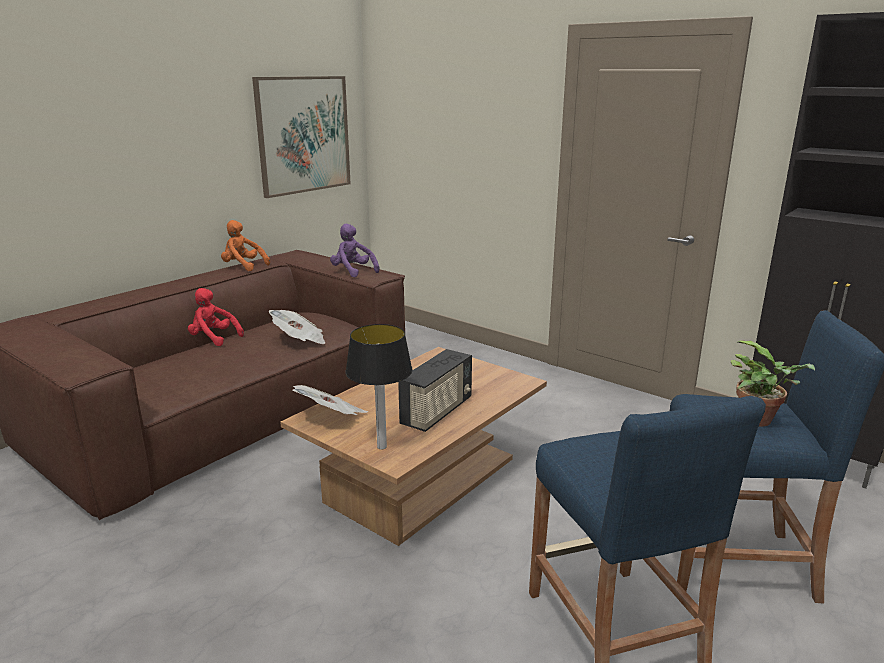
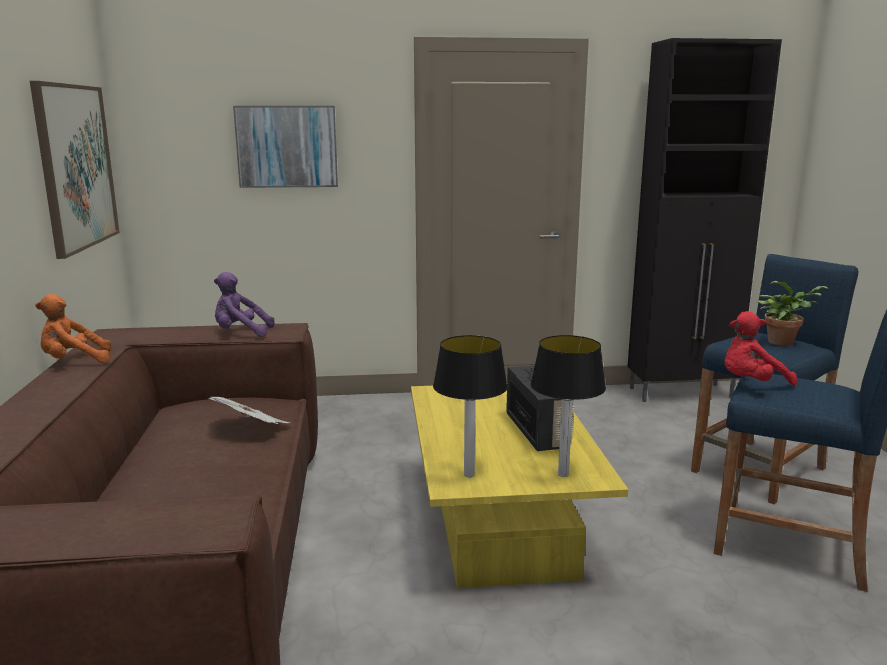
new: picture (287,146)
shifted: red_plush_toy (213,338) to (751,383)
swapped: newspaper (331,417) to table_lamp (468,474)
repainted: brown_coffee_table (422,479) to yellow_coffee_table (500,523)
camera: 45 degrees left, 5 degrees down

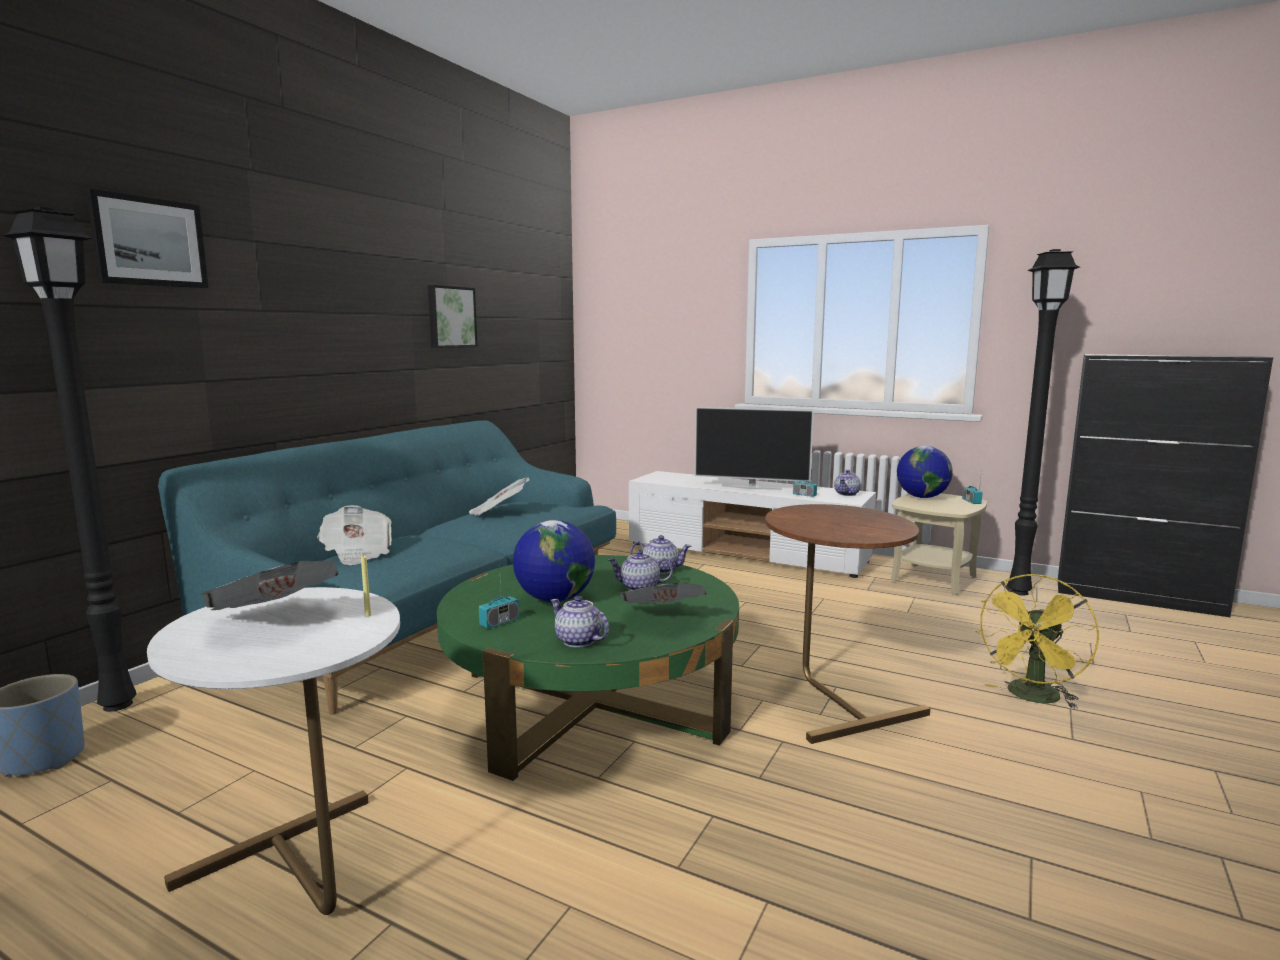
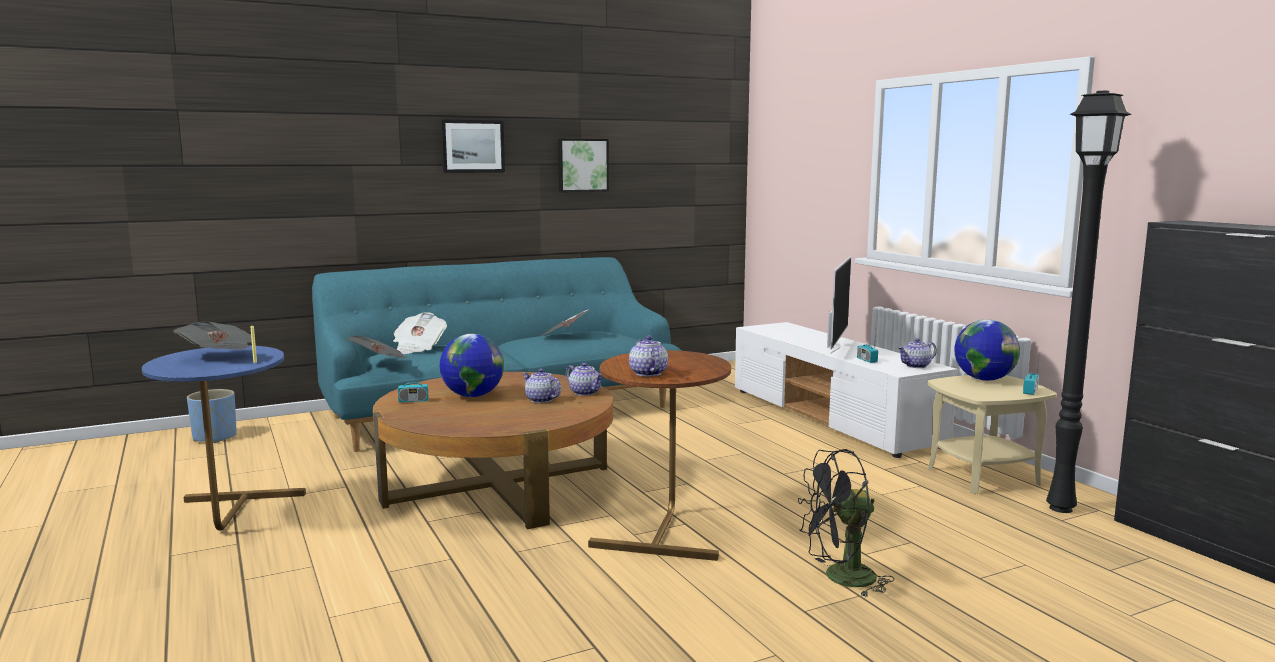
gone: black_floor_lamp (119,704)
shifted: picture (149,242) to (472,146); teapot (578,641) to (647,373); newspaper (662,618) to (381,363)
repainted: white_side_table (304,884) to blue_side_table (230,517); green_coffee_table (591,702) to brown_coffee_table (498,484); yellow_fan (1032,698) to black_fan (840,579)
rotated: television (751,487) = (833,347) 120 degrees counterclockwise
camera: 35 degrees right, 0 degrees up

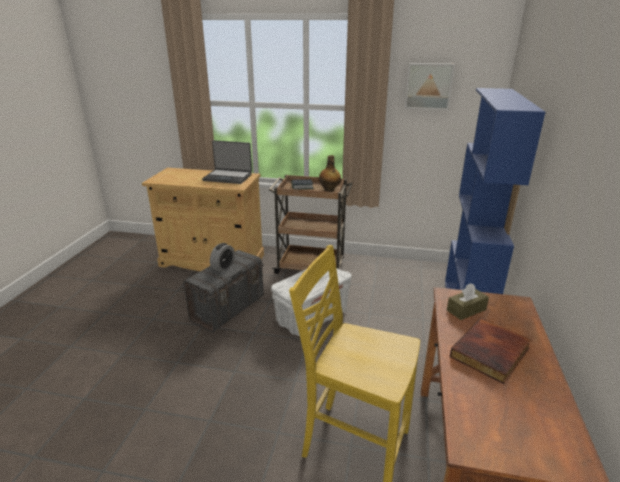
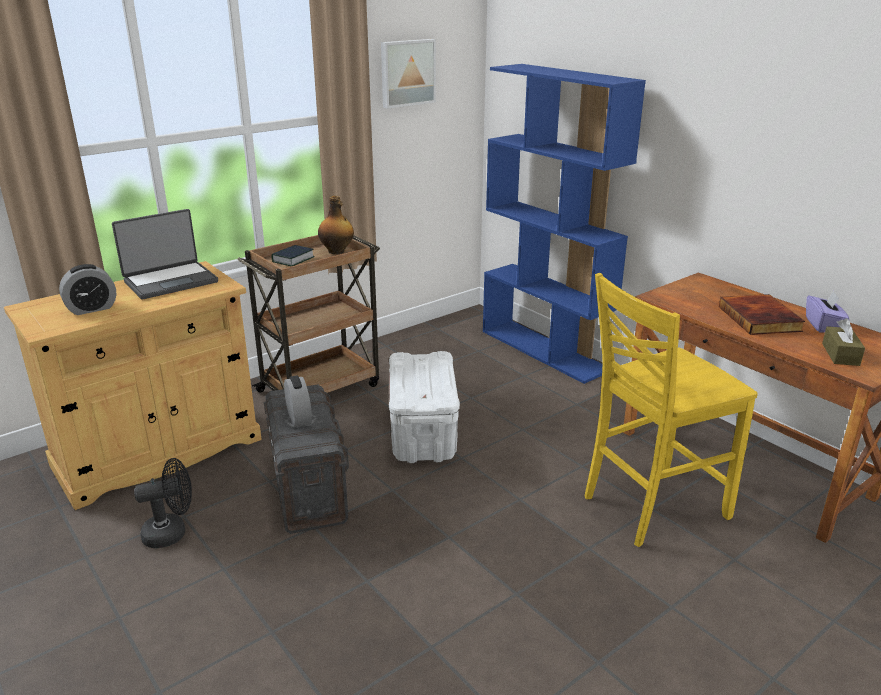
new: alarm_clock (92,309); black_fan (172,532); purple_tissue_box (823,325)
shifted: brown_tissue_box (466,310) to (840,354)
camera: 50 degrees left, 0 degrees up

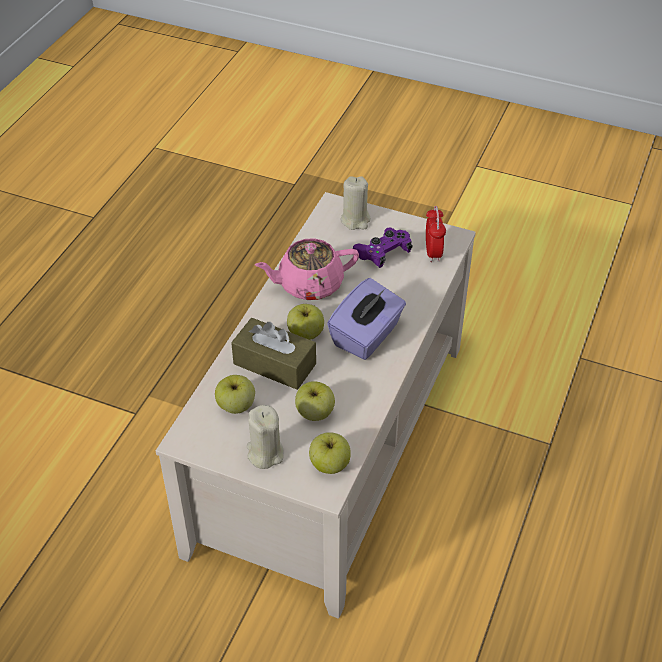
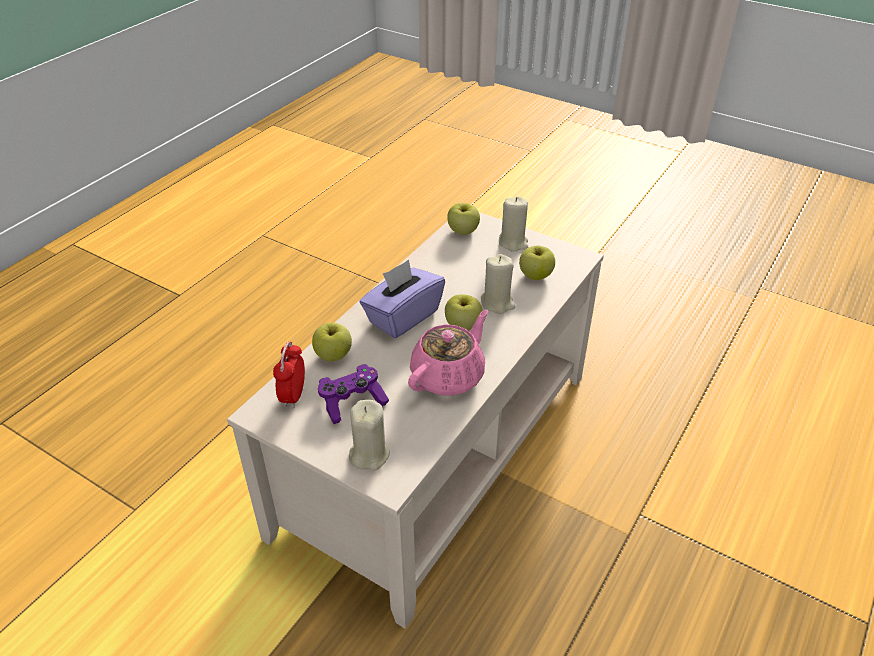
shifted: apple (314,413) to (333,355)
swapped: brown_tissue_box (274,364) to beige_candle (497,303)
rotated: pink_teapot (309,284) = (449,375) 45 degrees counterclockwise
camera: 170 degrees left, 5 degrees down

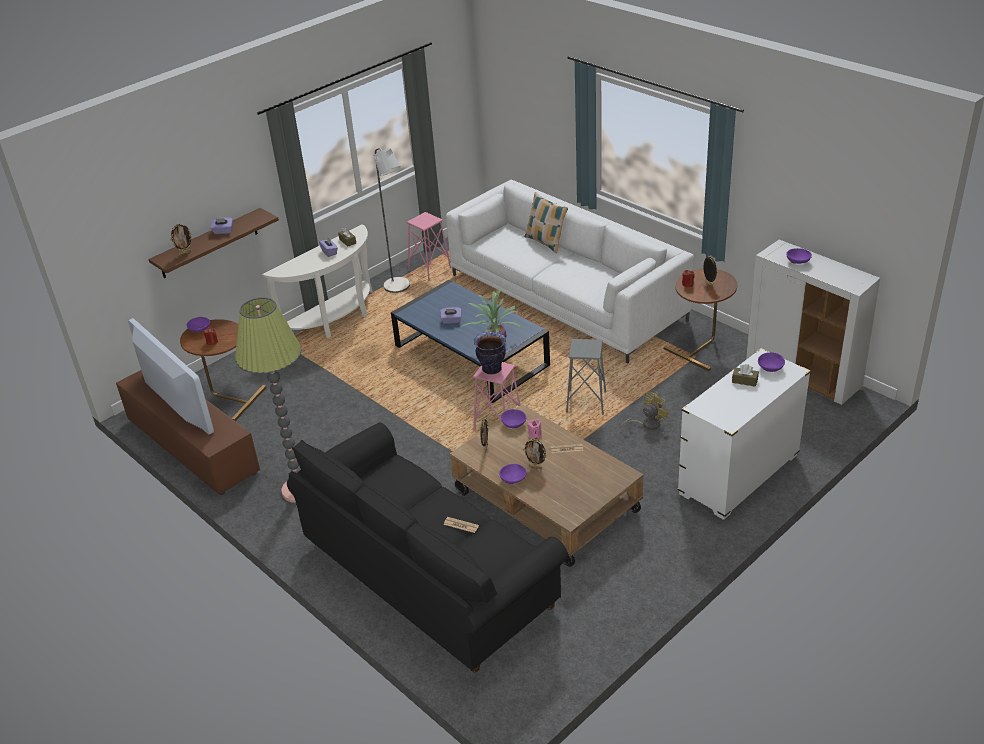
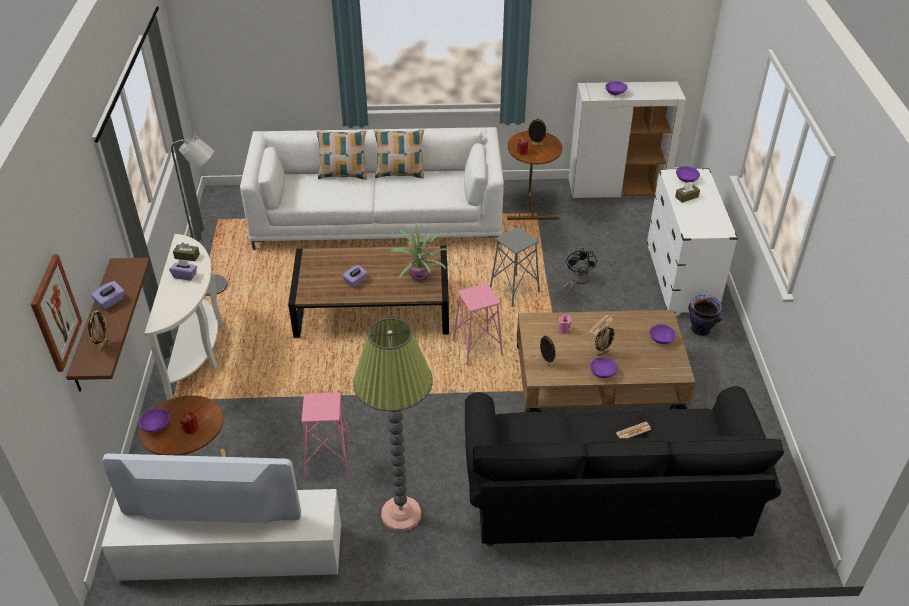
new: picture (55,313); pillow (400,173)
shifted: pink_stool (429,269) to (328,458); vase (492,369) to (700,330); purple_bowl (513,424) to (660,339)
repainted: brown_tv_stand (191,445) to white_tv_stand (230,554); blue_coffee_table (472,355) to brown_coffee_table (373,307); yellow_fan (647,424) to black_fan (577,281)
camera: 50 degrees left, 5 degrees up

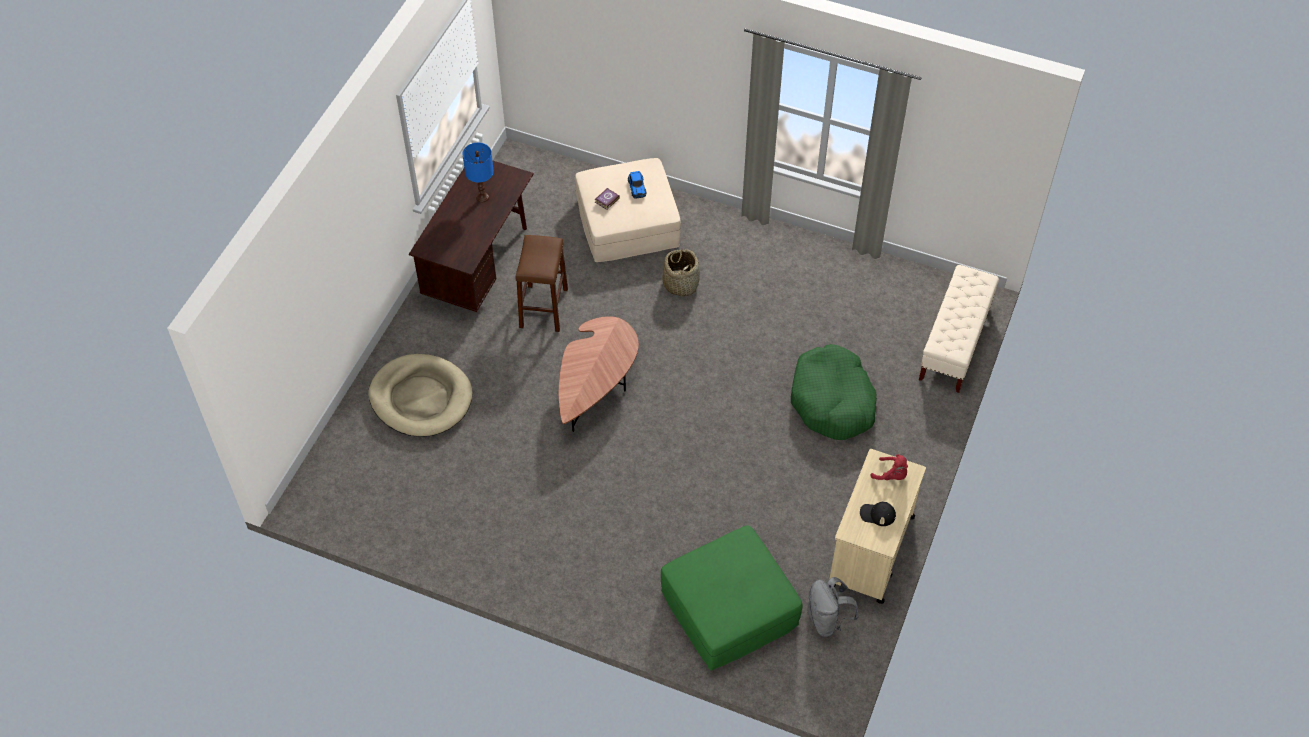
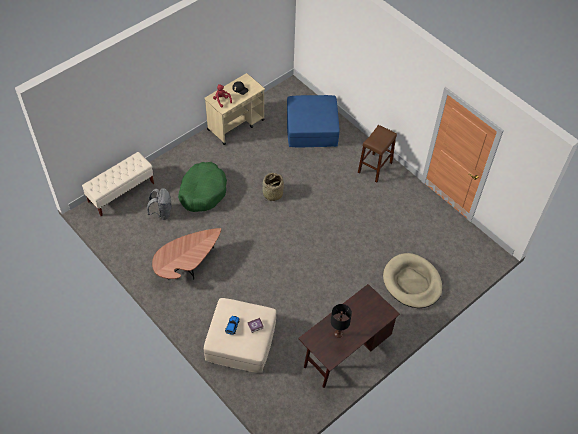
shifted: brown_stool (543,308) to (375,167); brown_coffee_table (596,387) to (186,265); basket (681,284) to (272,194); grey_backpack (827,620) to (162,213)
repainted: blue_table_lamp (482,197) to black_table_lamp (338,333); green_ottoman (729,609) to blue_ottoman (312,128)
camera: 155 degrees left, 0 degrees up

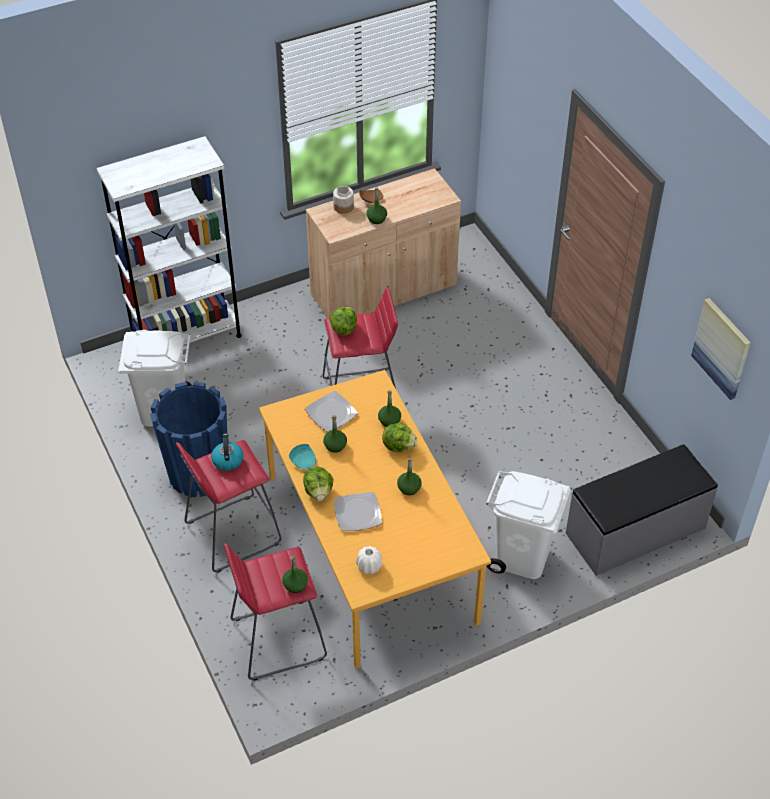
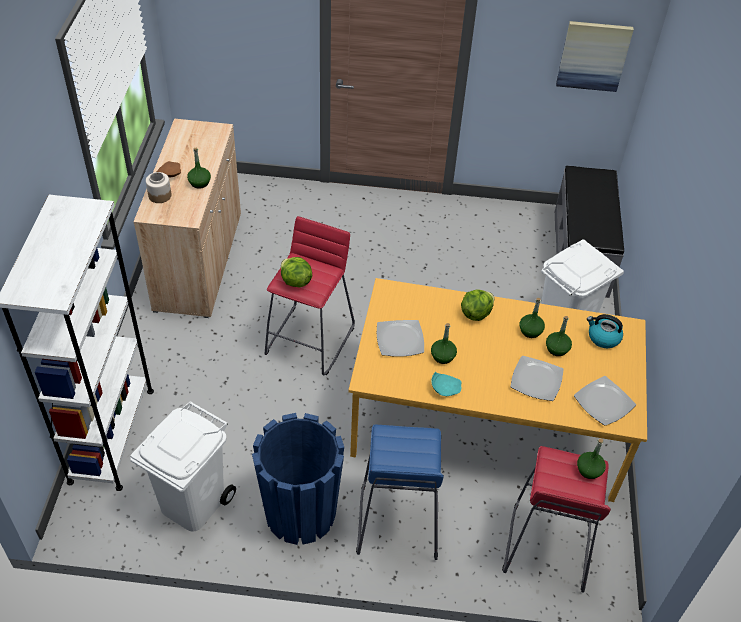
gone: lettuce (318,491)
shifted: kettle (227,460) to (603,337); green_bottle (389,421) to (557,349)
swapped: white_vase (369,566) to plate (604,402)
repainted: red_stool (232,533) to blue_stool (397,521)
camera: 60 degrees left, 0 degrees up

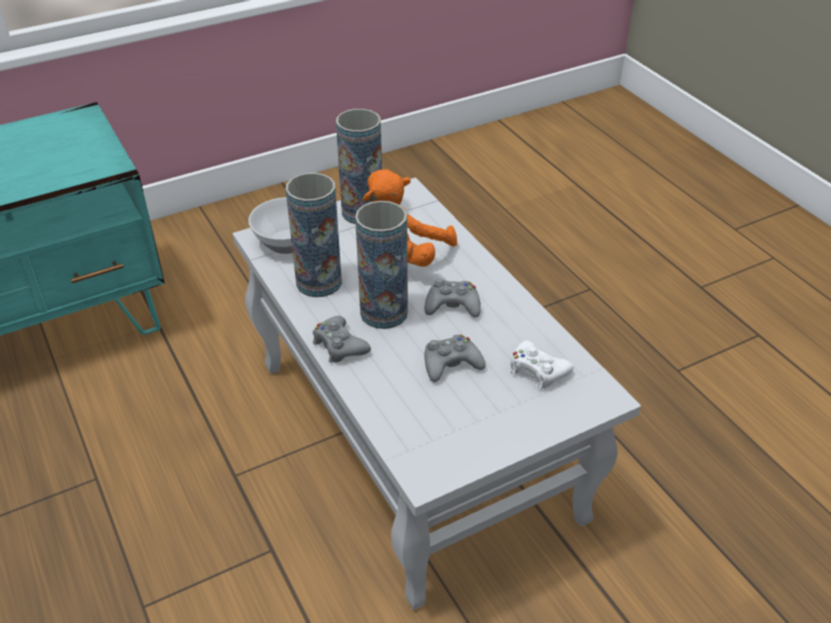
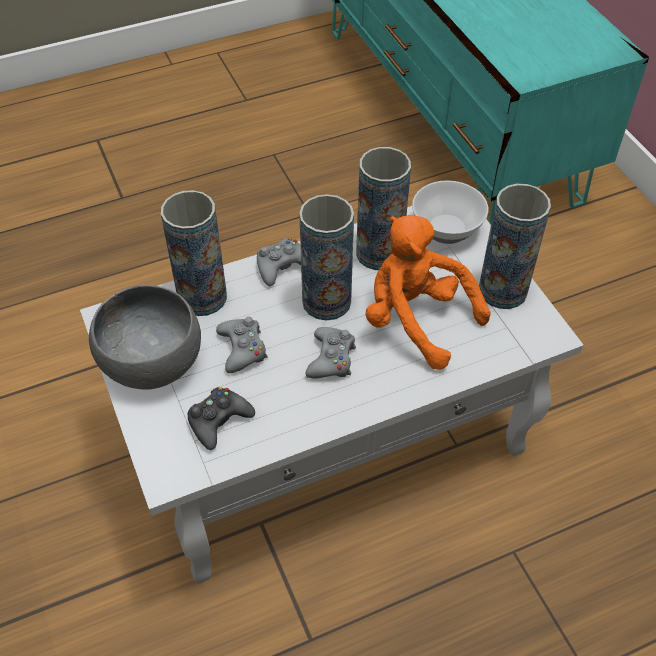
new: grey_bowl (152,361); vase (202,297)
repainted: white_game_controller (537,370) to black_game_controller (219,421)
camera: 95 degrees right, 10 degrees up

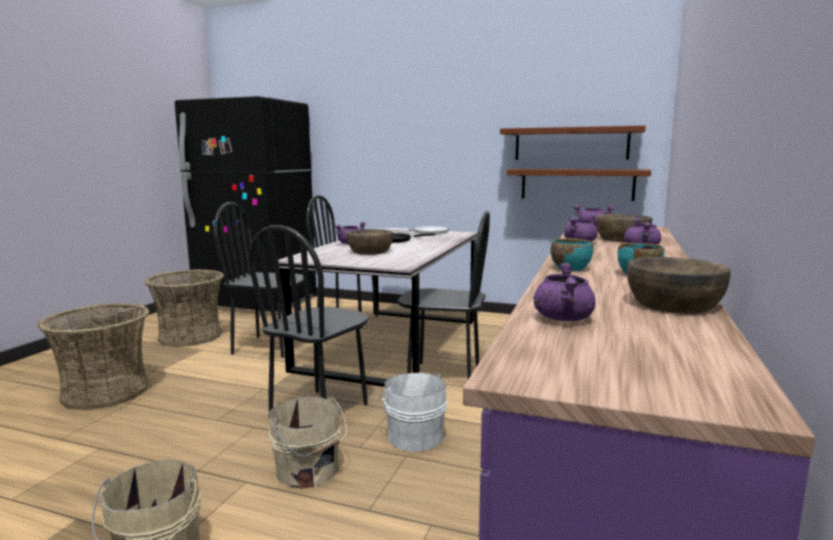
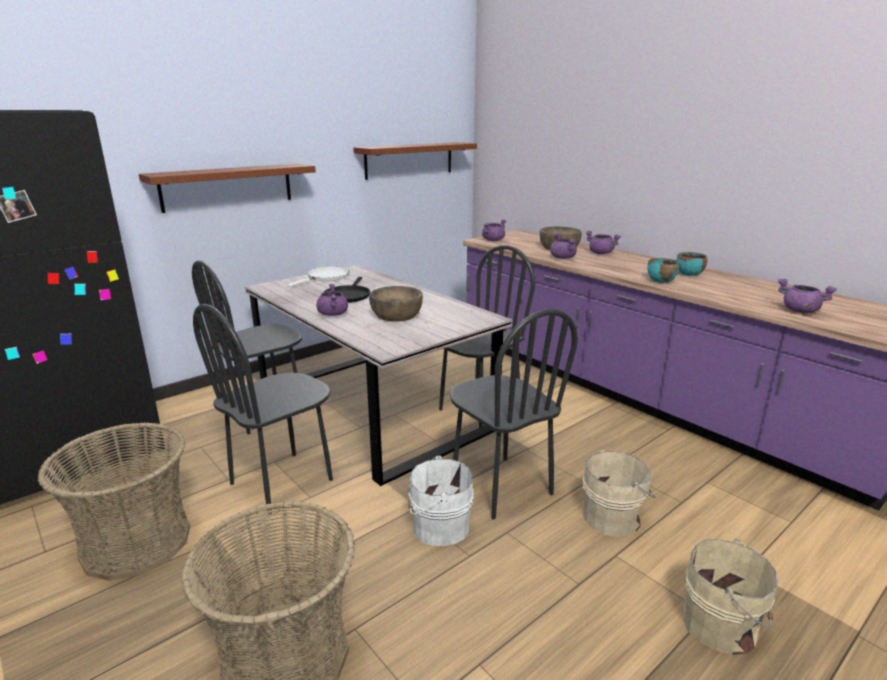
gone: brown_bowl (674,304)
shifted: white_bucket (414,436) to (438,526); brown_shelf (577,184) to (227,187)
camera: 60 degrees left, 10 degrees up

